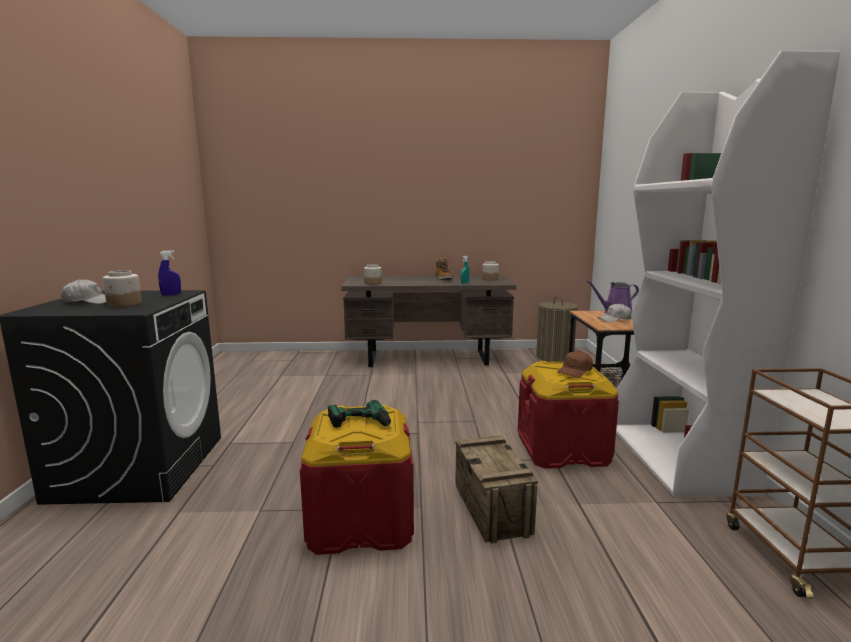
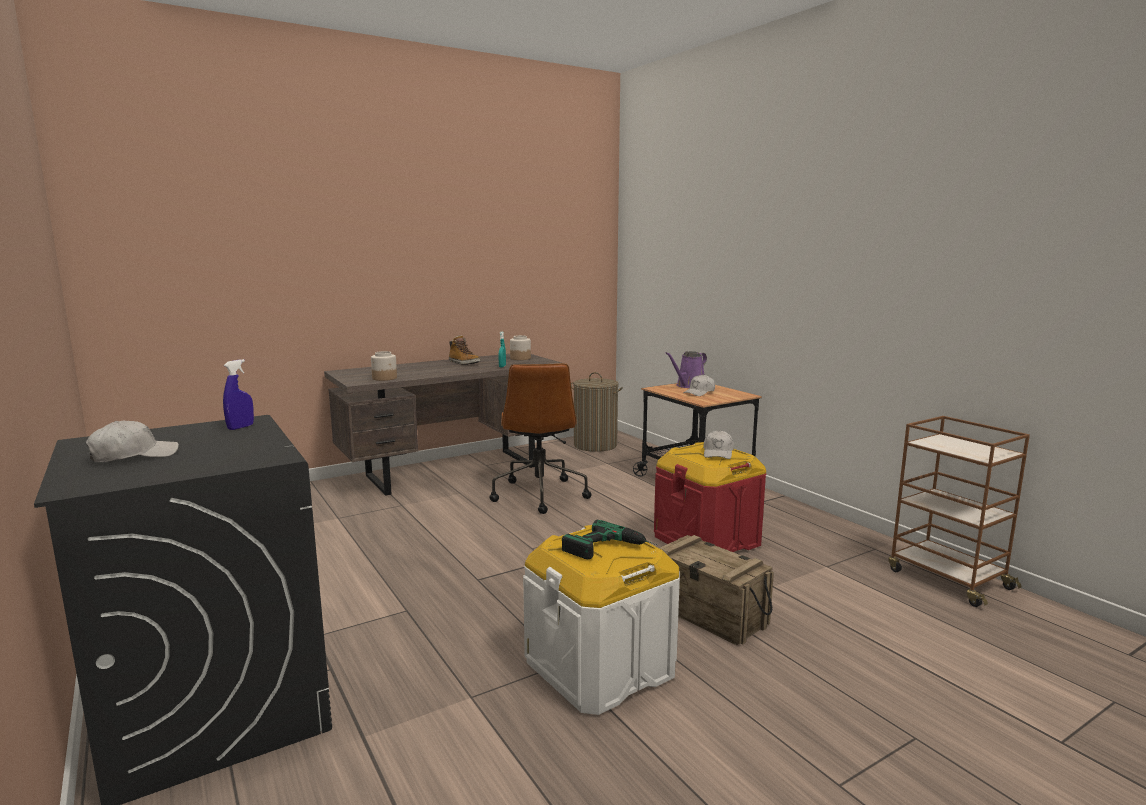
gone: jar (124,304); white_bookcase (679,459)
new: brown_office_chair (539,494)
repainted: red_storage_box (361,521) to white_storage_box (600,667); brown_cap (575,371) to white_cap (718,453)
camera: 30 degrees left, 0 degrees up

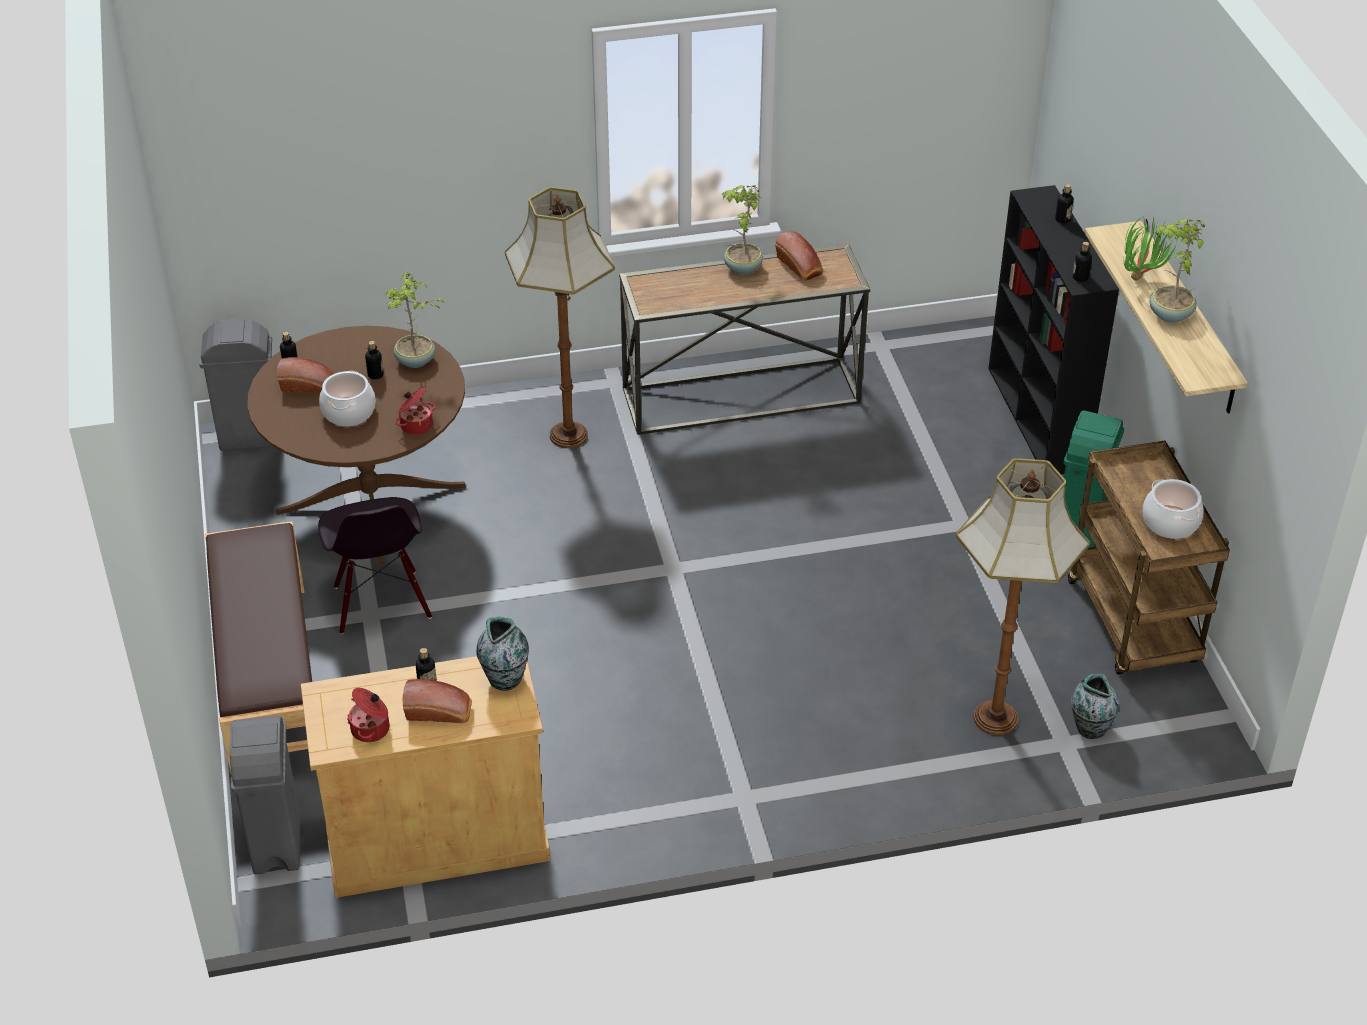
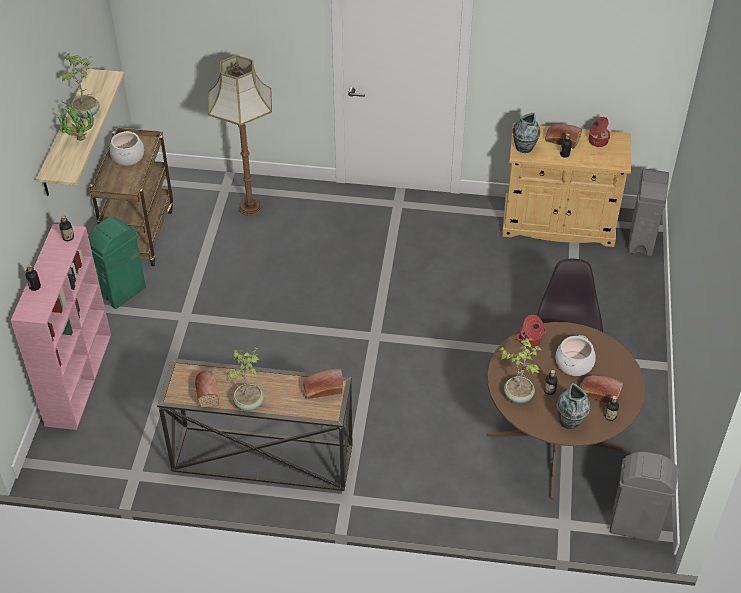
gone: brown_bench (269,685); floor_lamp (567,434)
new: bread (322,390)
shifted: vase (1090,727) to (570,422)
repainted: black_bookcase (1038,419) to pink_bookcase (79,378)
camera: 160 degrees left, 5 degrees up

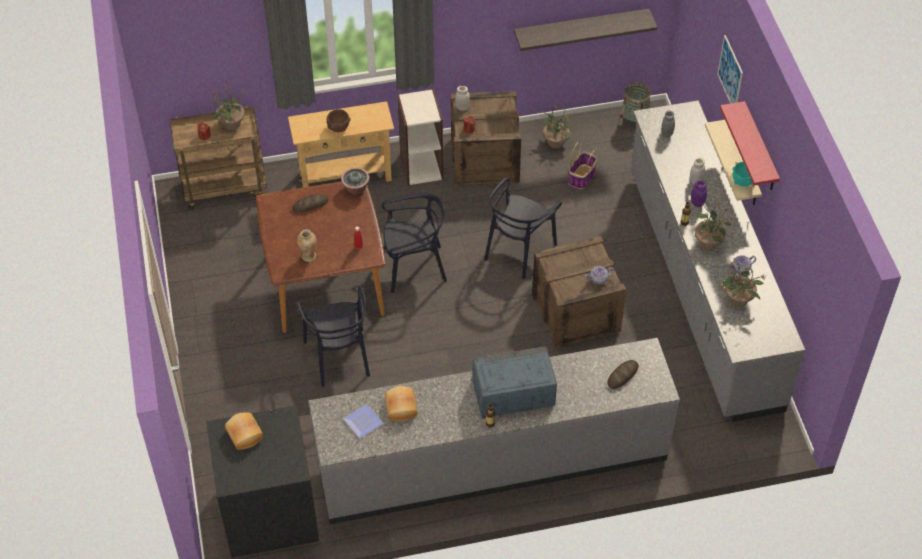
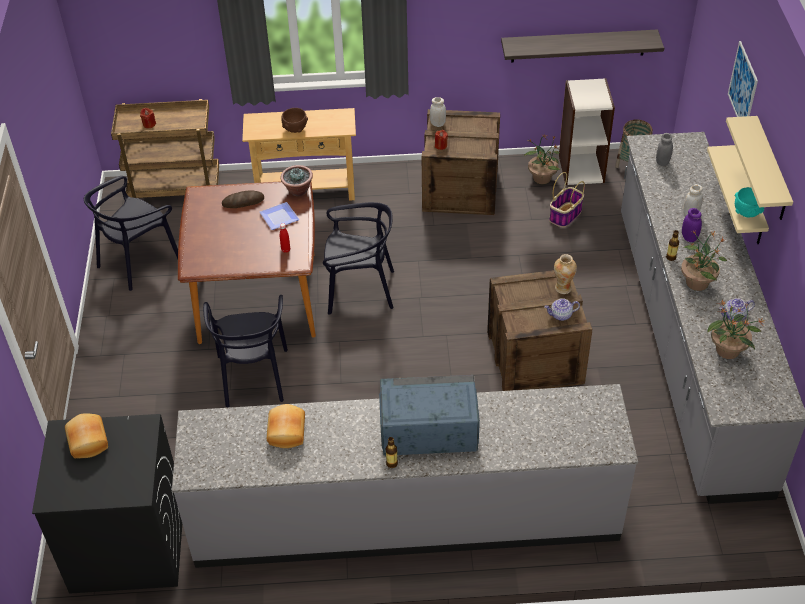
gone: potted_plant (231,124); bread (622,375)
shifted: vase (308,256) to (563,288); plate (363,421) to (280,216); bookcase (421,166) to (581,168); black_chair (518,250) to (138,261)
repainted: red_shelf (760,149) to beige_shelf (771,171)
camera: 10 degrees right, 5 degrees down

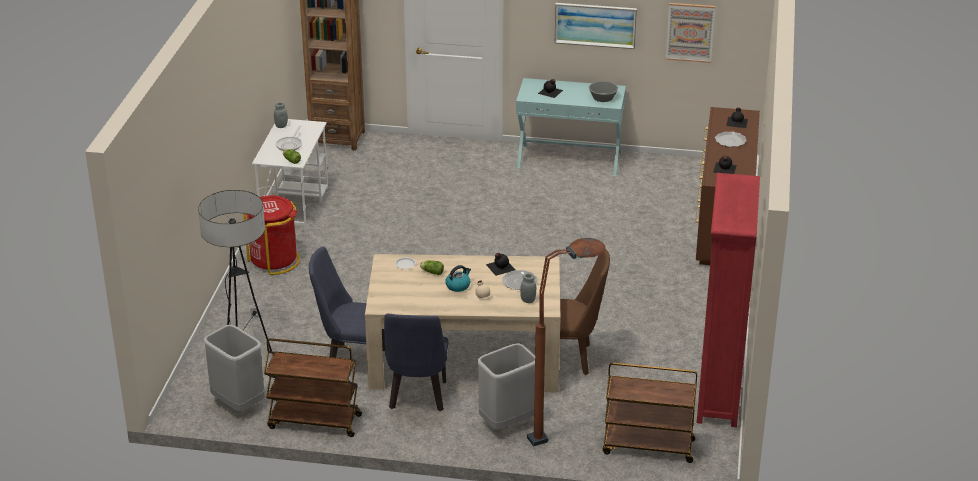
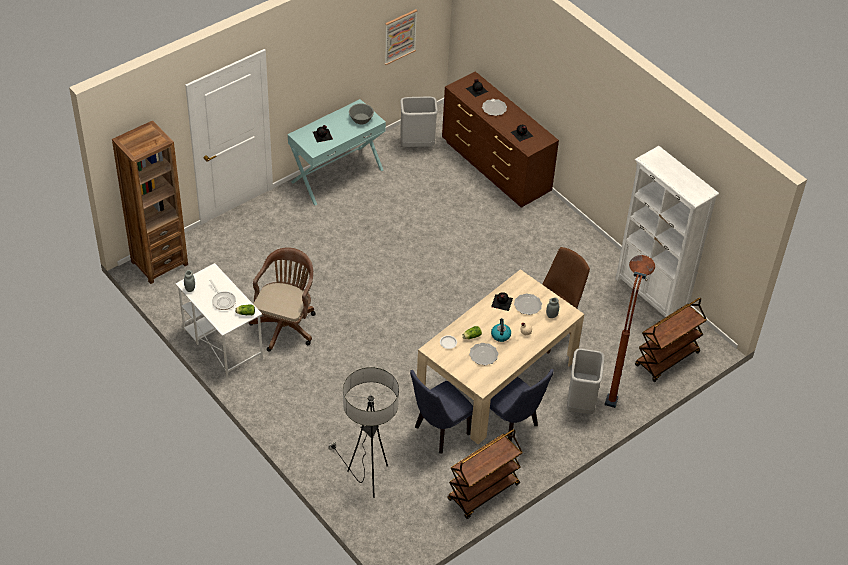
gone: red_trash_can (274,260); picture (595,25)
new: brown_office_chair (285,324); plate (483,355)
shifted: grey_trash_can (237,404) to (417,145)
repainted: red_bookcase (719,394) to white_bookcase (651,295)
camera: 50 degrees left, 15 degrees up

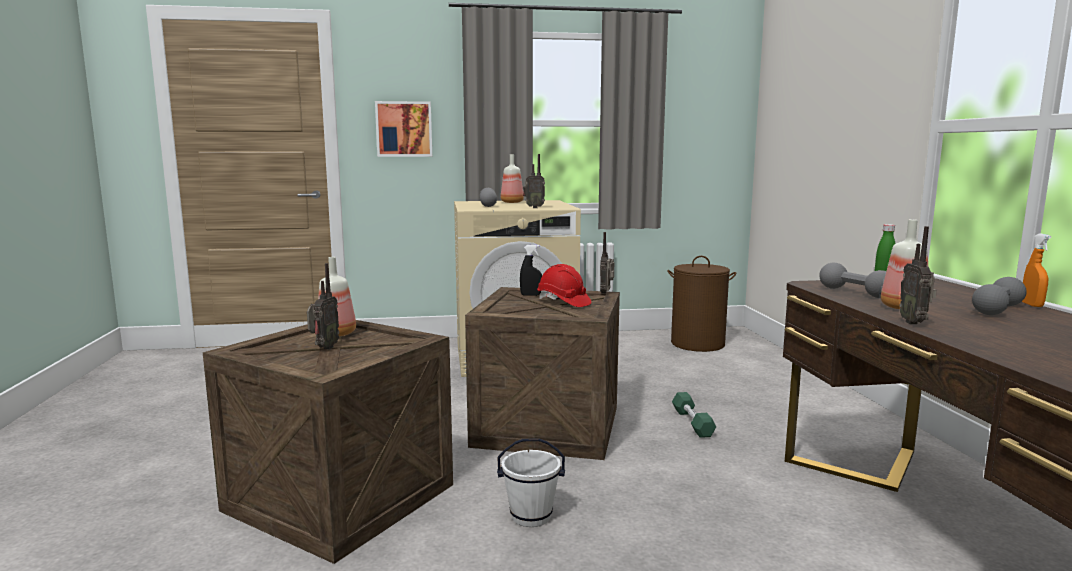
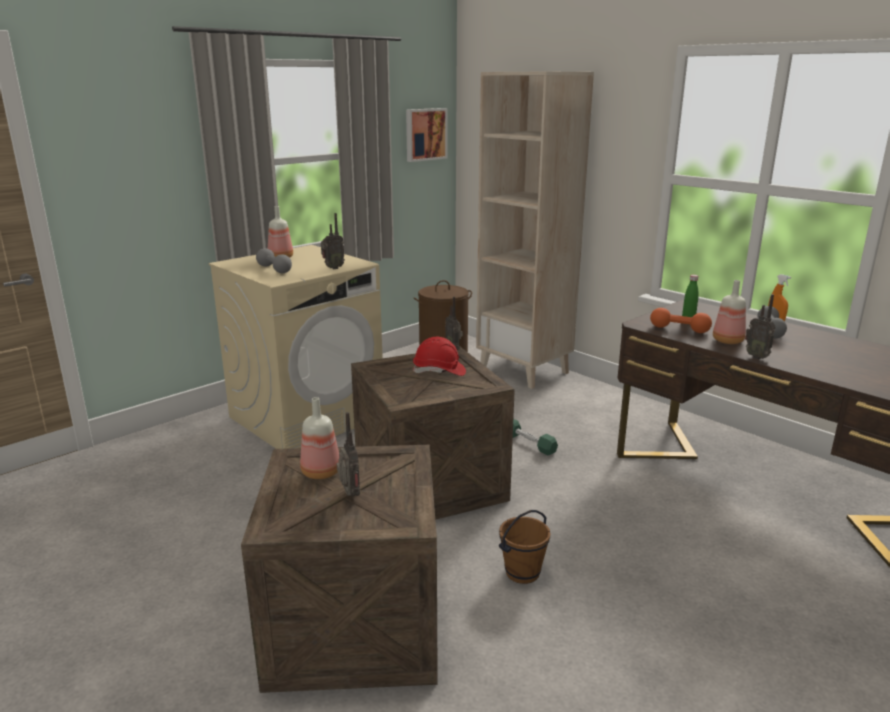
gone: black_spray_bottle (531,295)
new: beige_bookcase (524,370)
shifted: picture (404,129) to (425,134)
repainted: white_bucket (531,517) to brown_bucket (523,573); grey_dumbbell (854,293) to orange_dumbbell (679,329)
camera: 35 degrees left, 10 degrees up

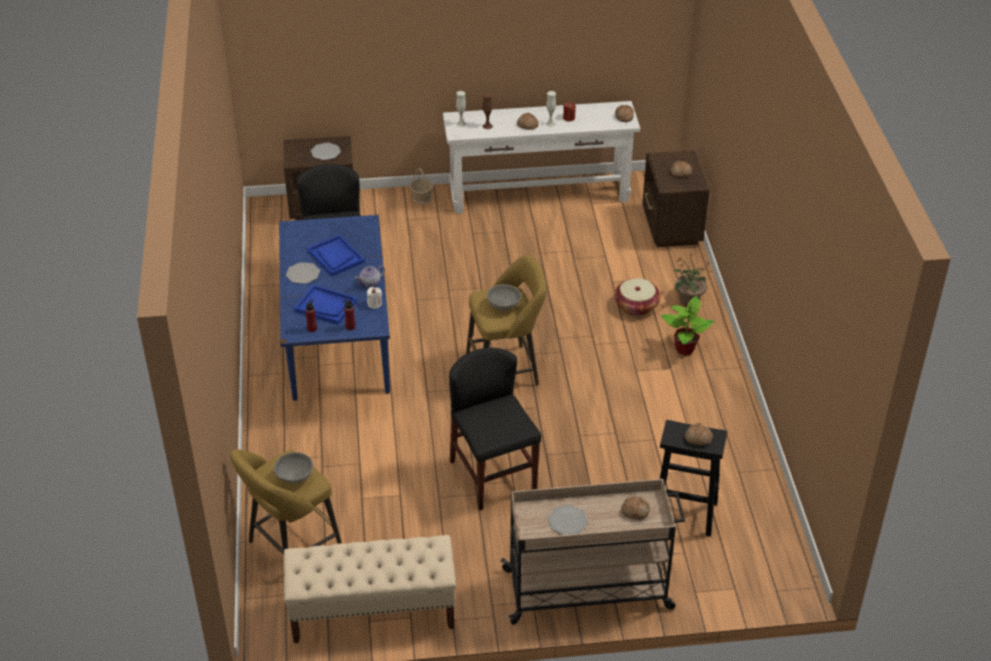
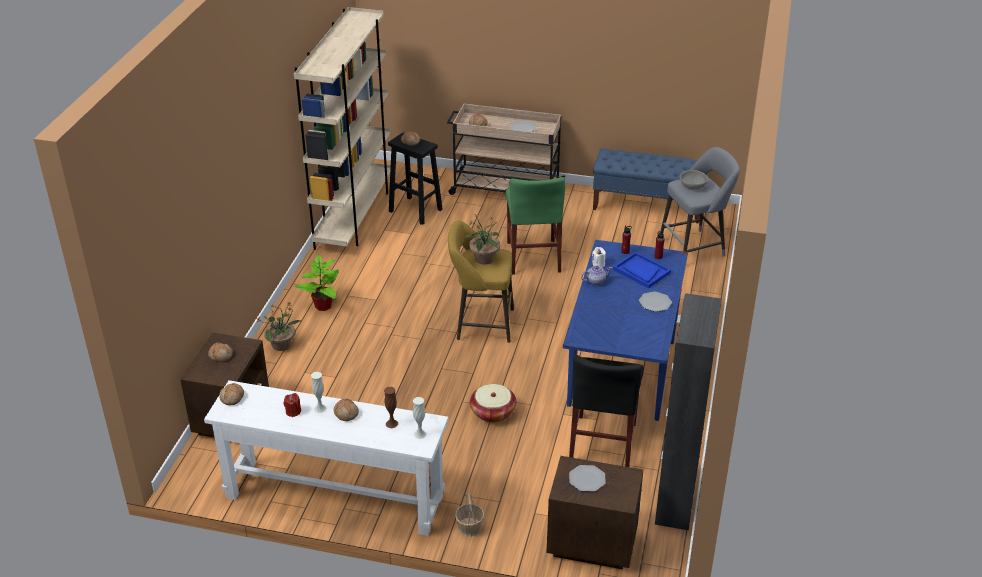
gone: blue_tray (335,257)
new: beige_bookcase (354,216); black_cabinet (675,500)
shifted: basket (636,306) to (493,412)
swapped: grey_bowl (504,305) to potted_plant (484,259)
repainted: yellow_stool (290,547) to grey_stool (695,247); beige_bench (372,612) to blue_bench (648,206); black_chair (493,476) to green_chair (533,257)
camera: 160 degrees left, 5 degrees down

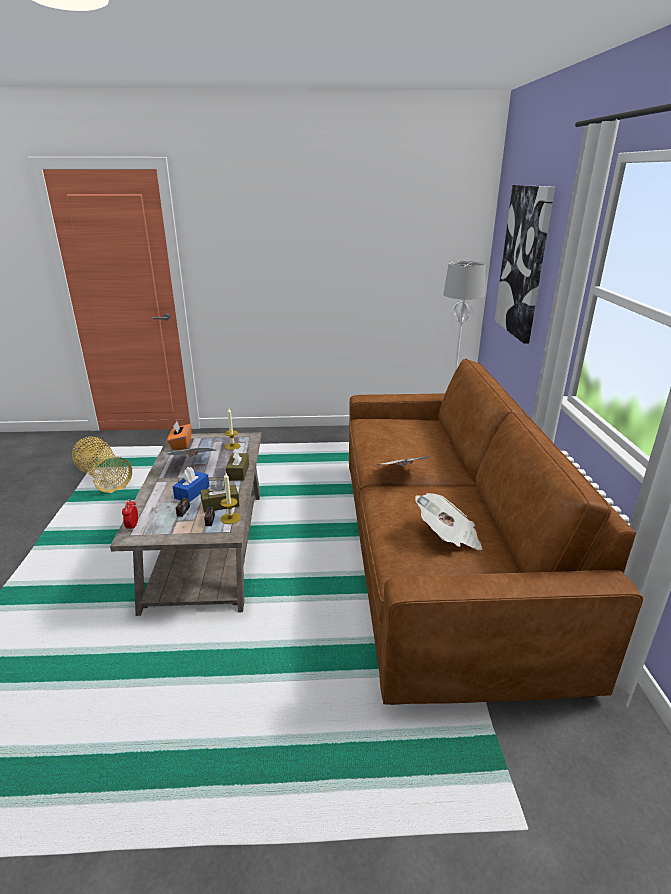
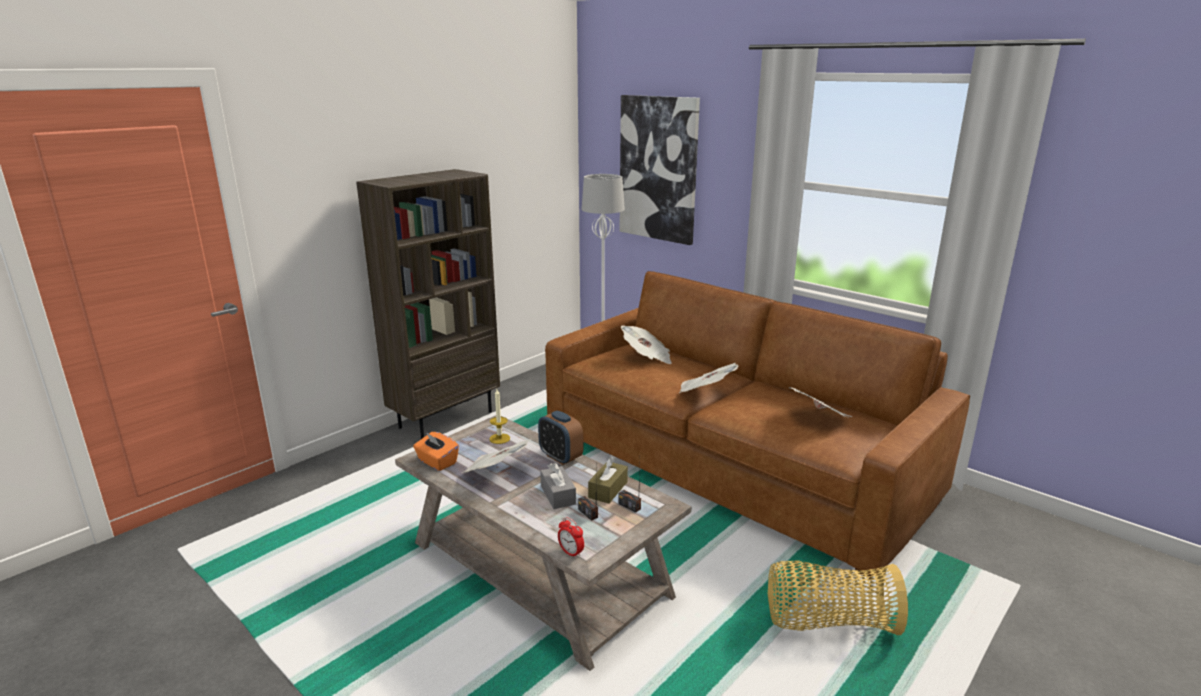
gone: candle (230,518)
new: brown_bookcase (446,419); newspaper (647,358)
shifted: basket (103,478) to (827,622)
swapped: brown_tissue_box (238,472) to alarm_clock (560,457)
repainted: blue_tissue_box (192,492) to grey_tissue_box (558,495)
camera: 45 degrees left, 5 degrees down

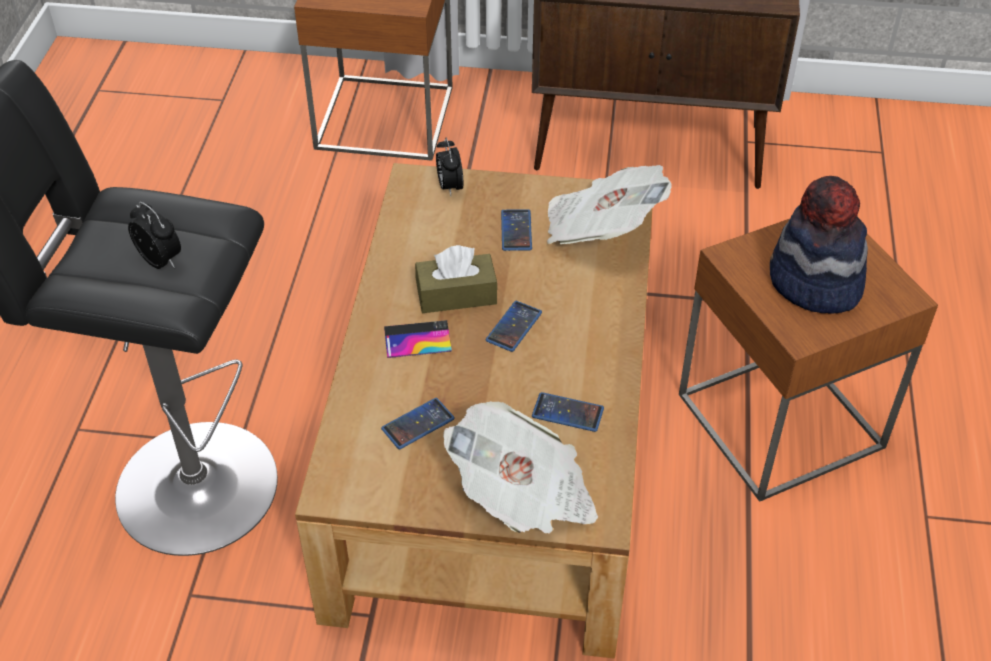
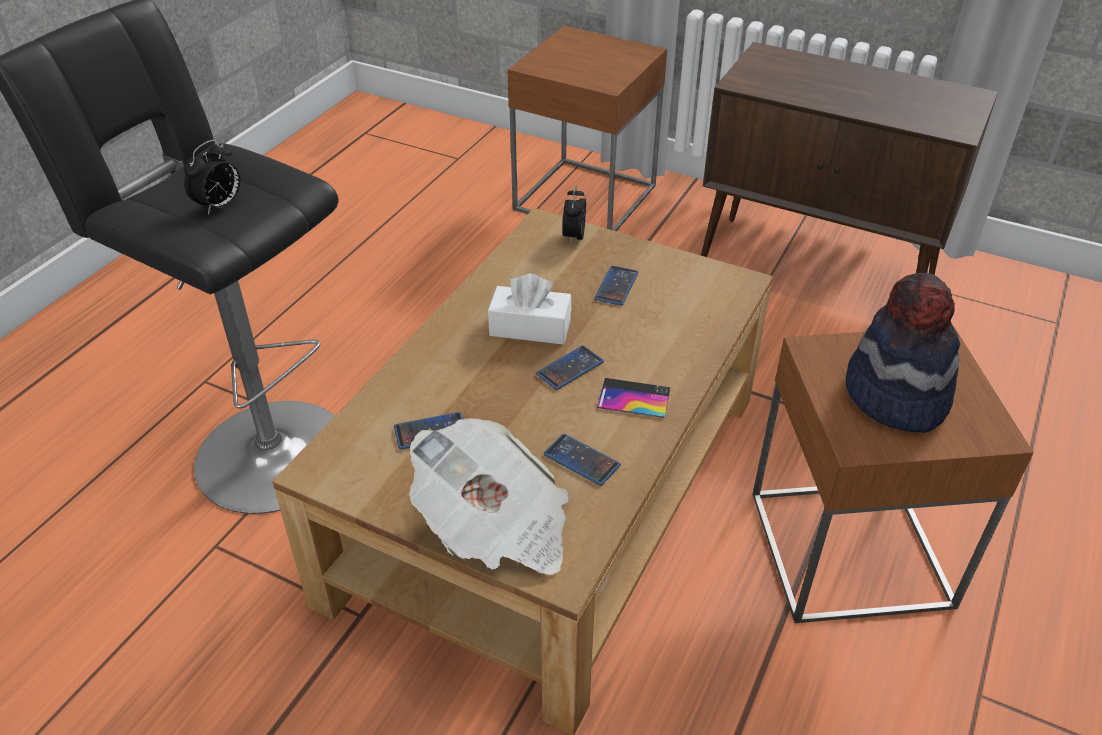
gone: newspaper (601,229)
shifted: phone (417,339) to (634,398)
repainted: brown_tissue_box (456,295) to white_tissue_box (530,327)
rotated: alarm_clock (161,260) = (219,206) 60 degrees clockwise
camera: 20 degrees right, 5 degrees down

